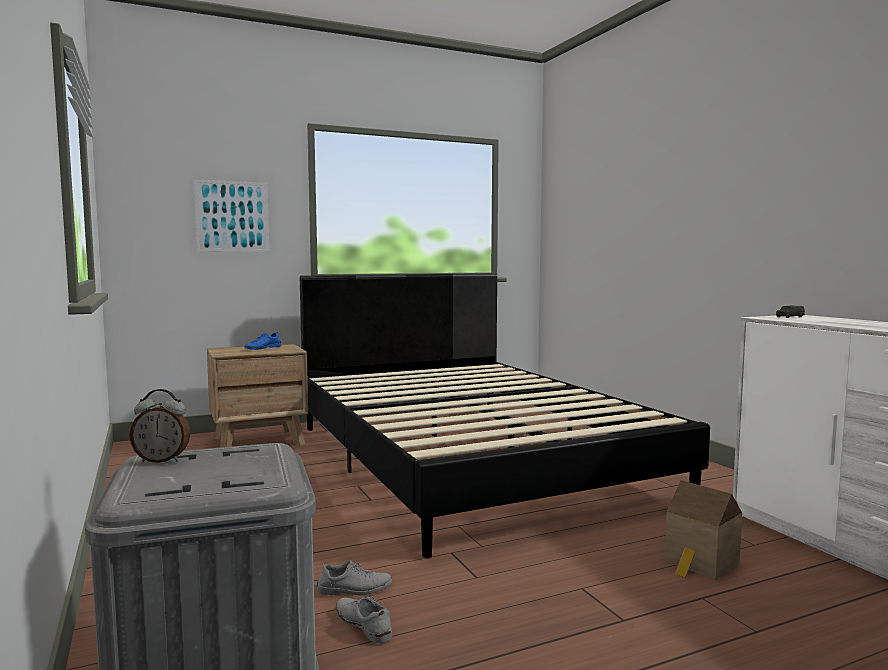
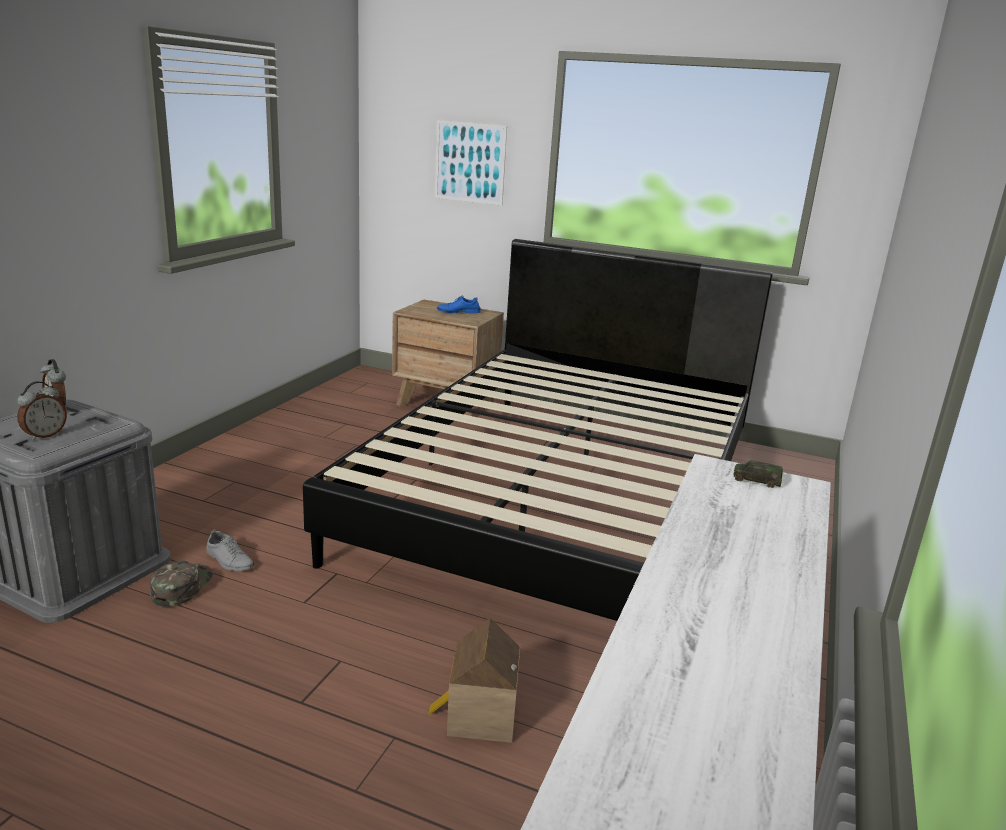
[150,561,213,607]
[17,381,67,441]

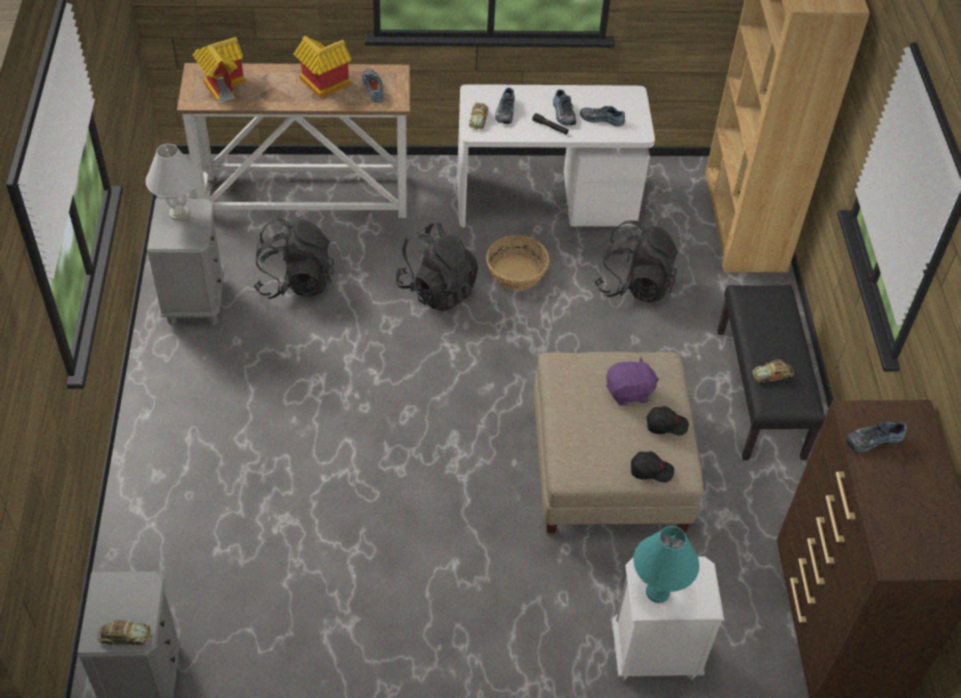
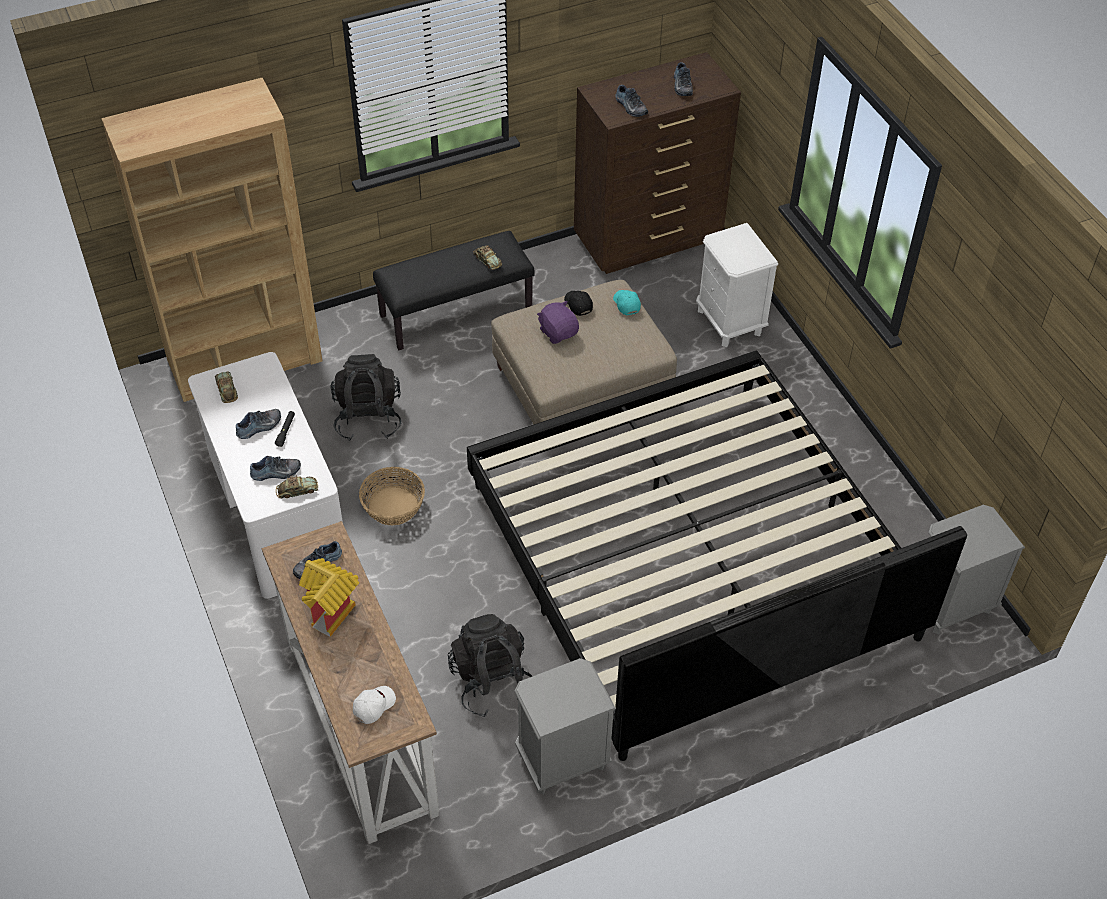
[353,686,396,724]
[674,62,693,96]
[146,144,200,221] (first image)
[395,222,478,311] (first image)
[613,290,641,315]
[633,526,699,603] (first image)
[215,371,238,403]
[467,351,967,761]

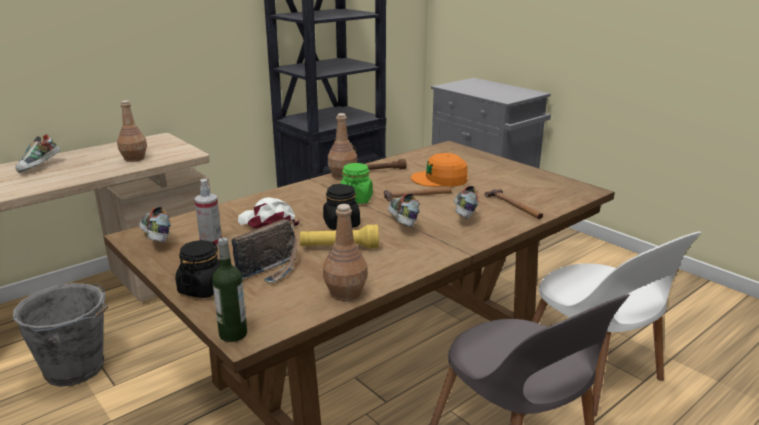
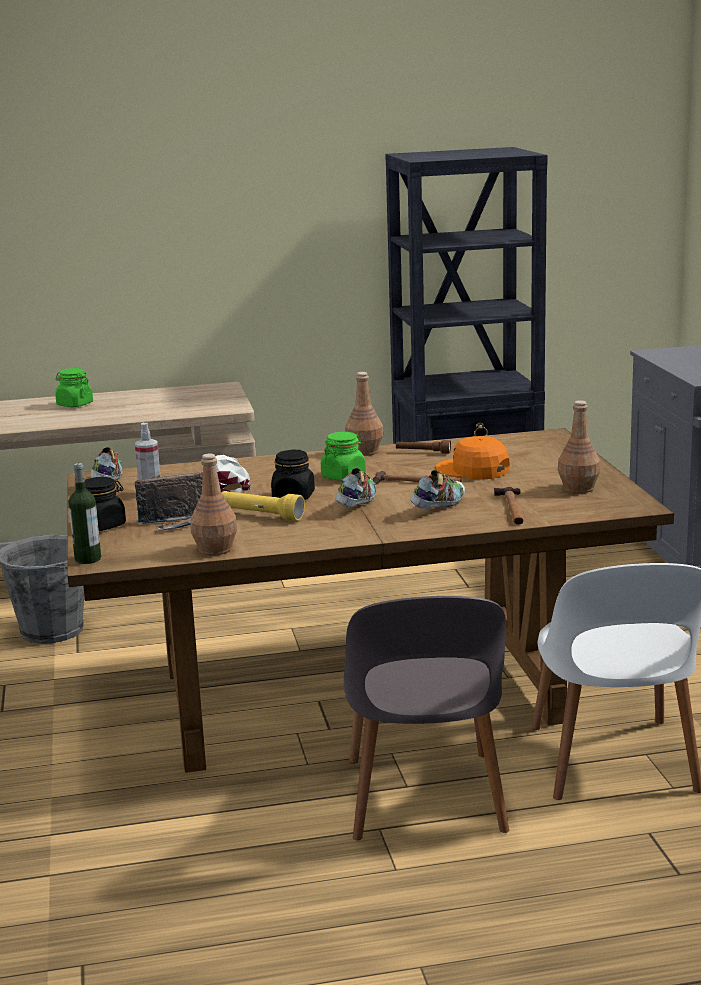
[558,400,601,493]
[55,368,93,407]

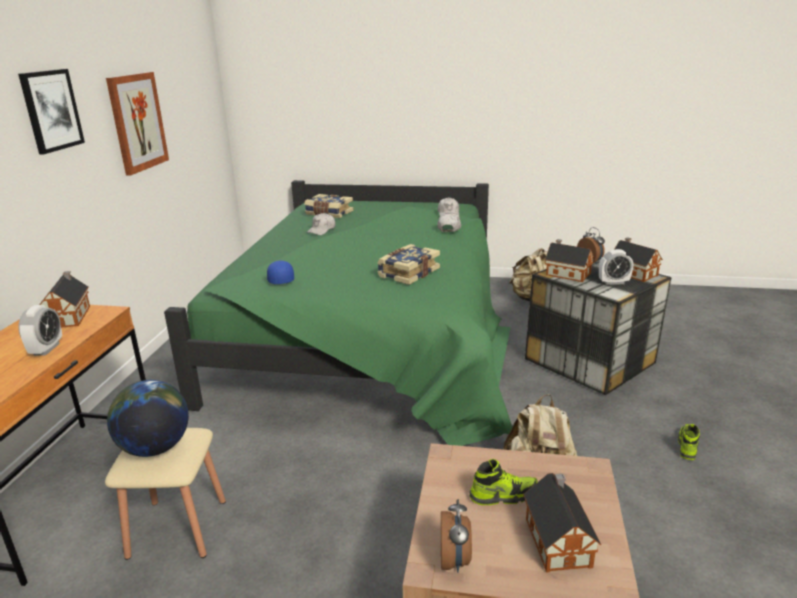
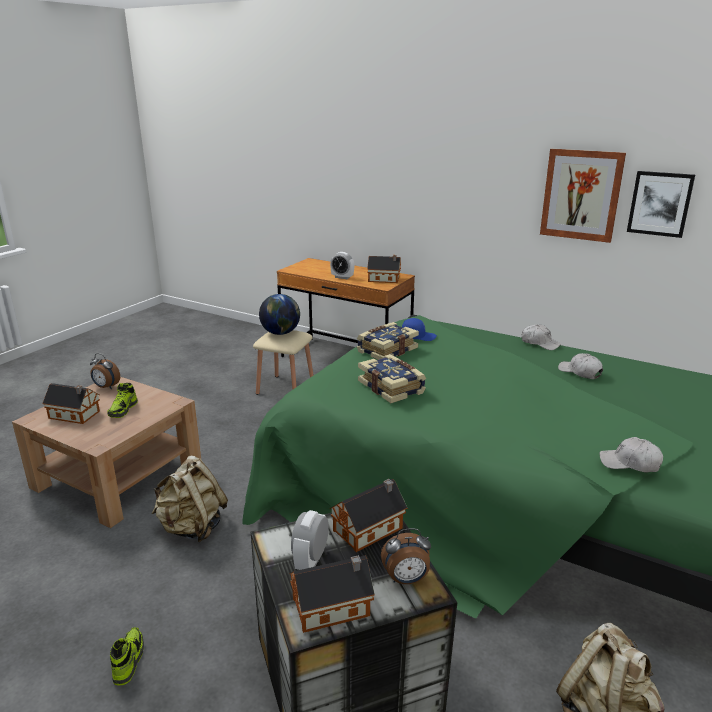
[627,171,695,238]
[357,322,419,360]
[522,324,561,350]
[110,627,144,685]

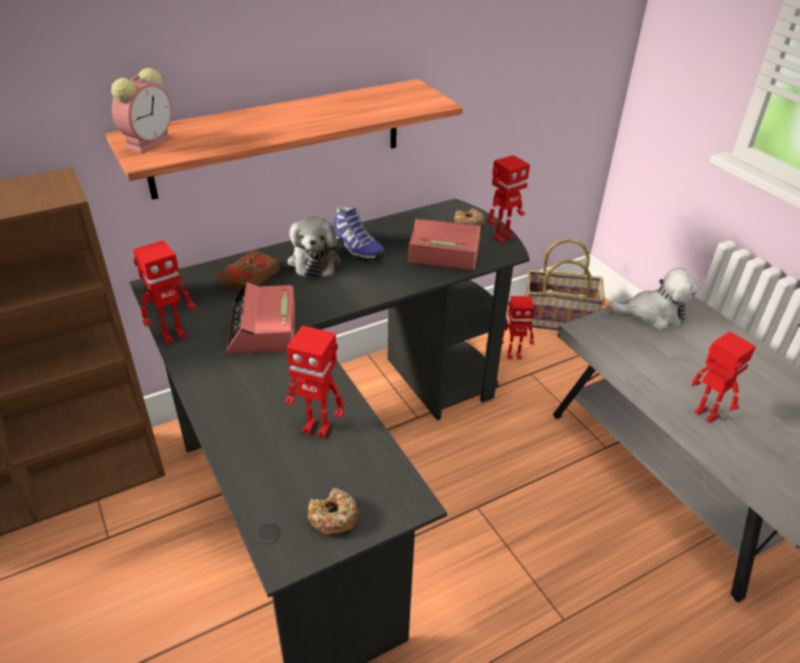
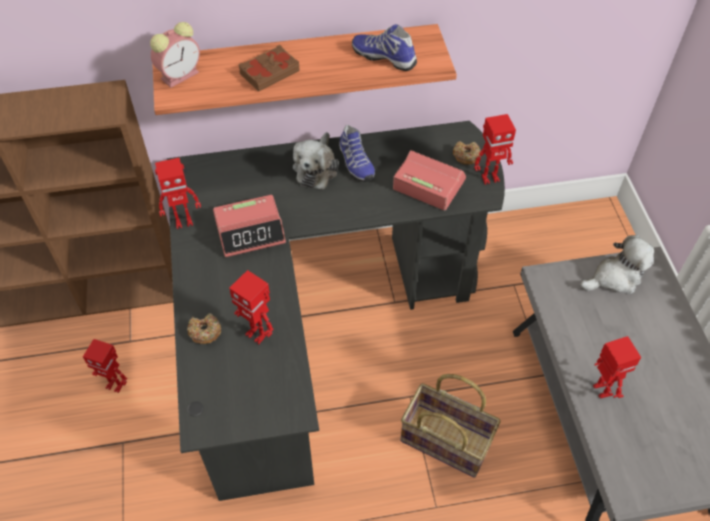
[400,374,501,478]
[238,45,300,92]
[580,235,654,294]
[213,195,286,257]
[83,339,127,393]
[187,313,221,344]
[352,24,417,71]

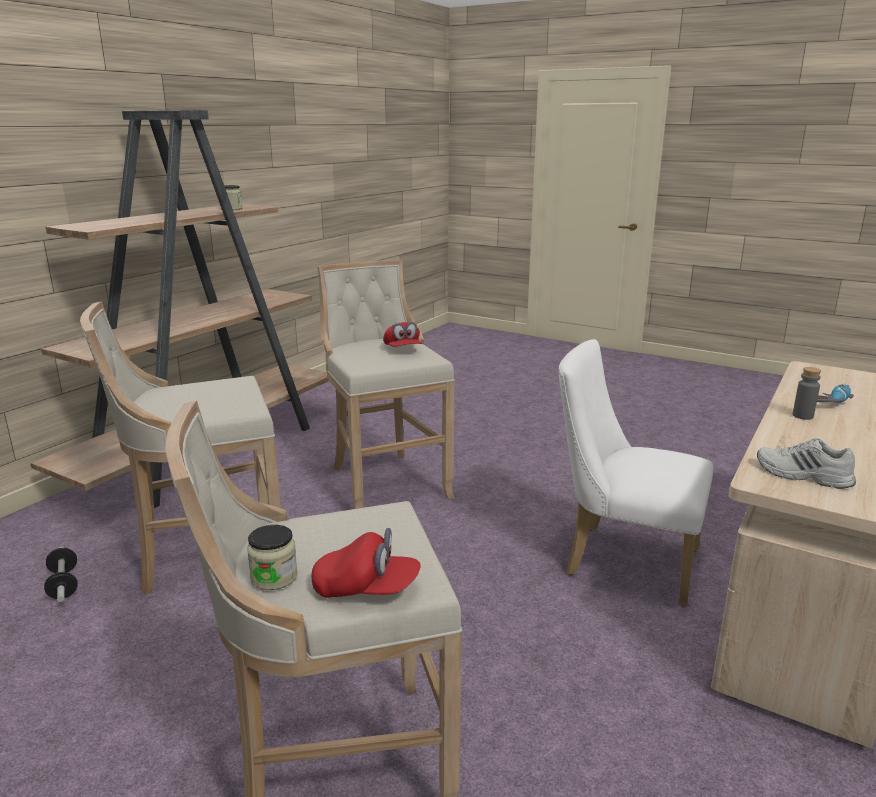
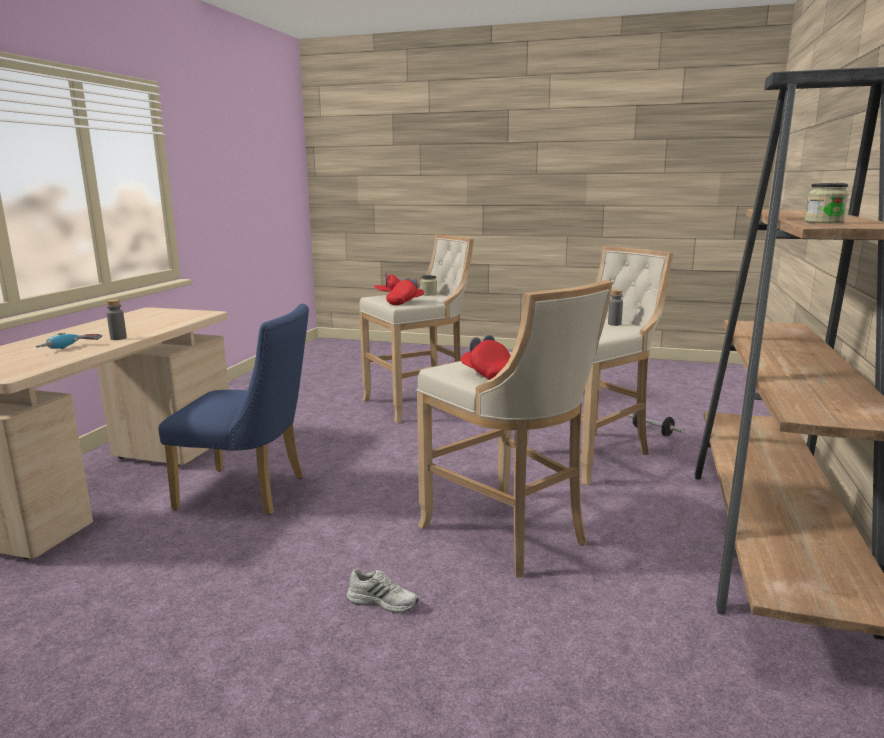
[159,304,309,515]
[346,568,418,613]
[386,277,424,305]
[608,290,623,326]

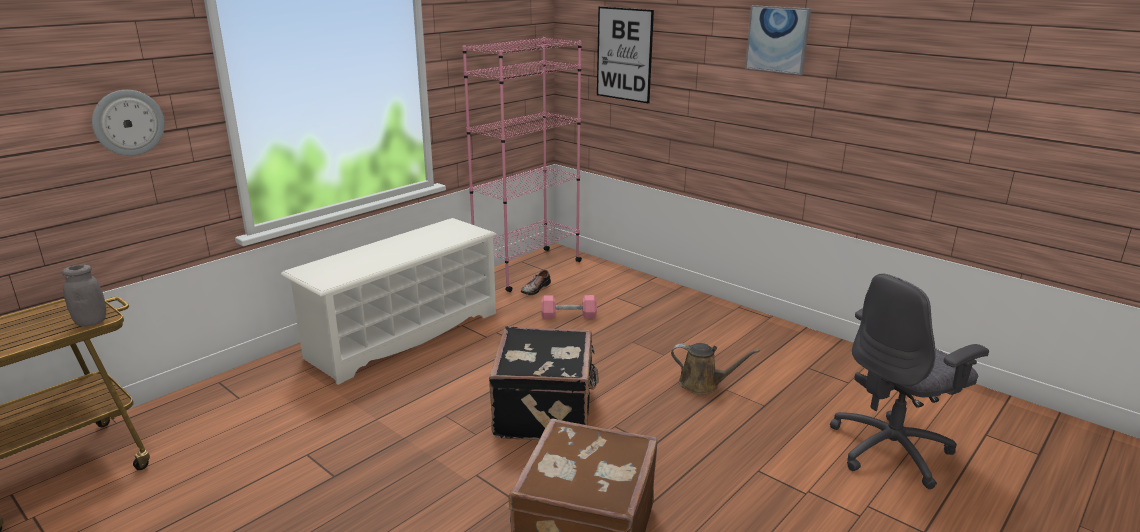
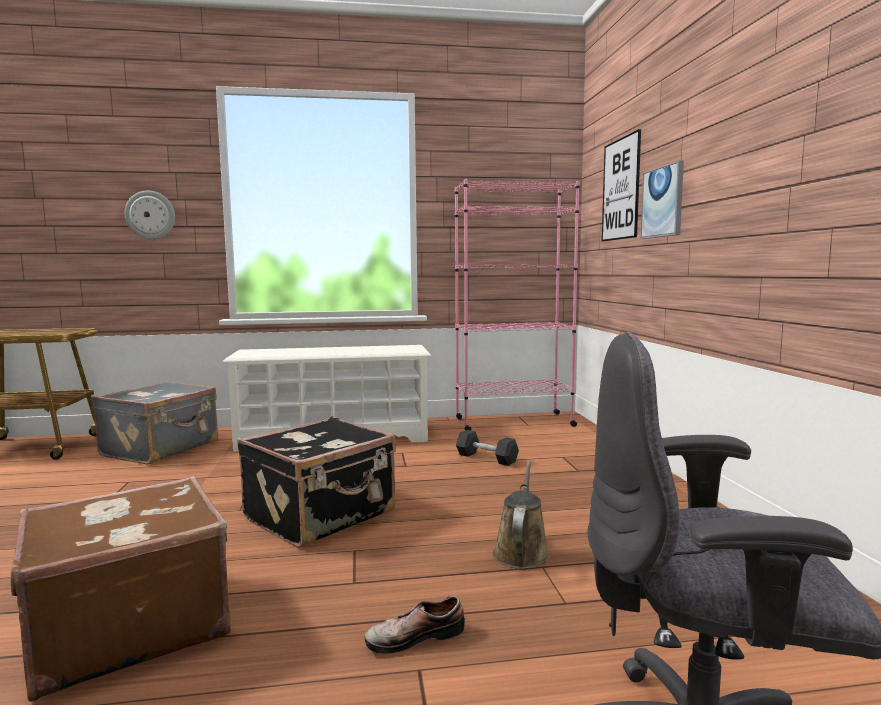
[640,160,684,239]
[62,265,106,327] (first image)
[365,596,465,654]
[456,430,519,466]
[493,460,550,569]
[91,381,218,465]

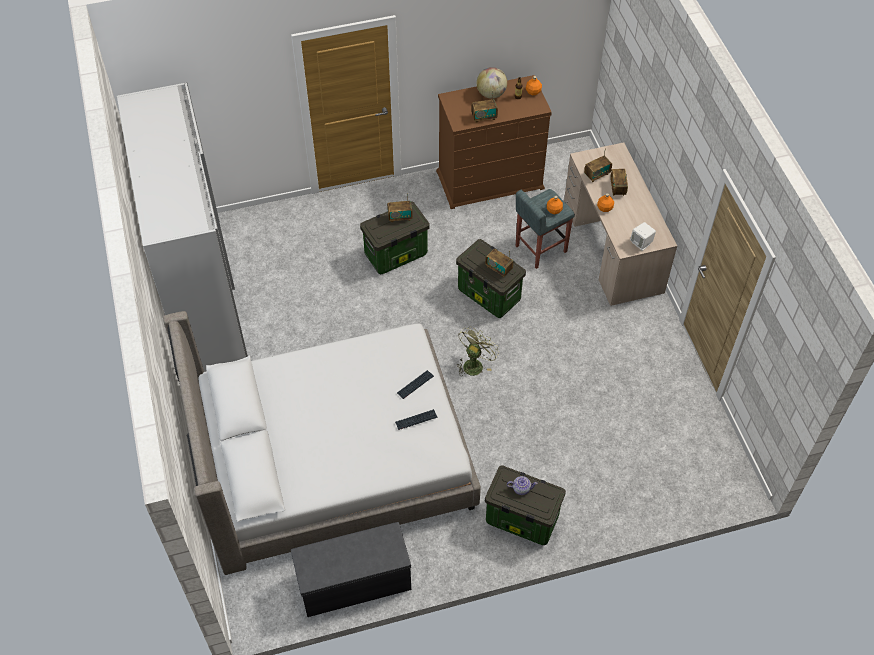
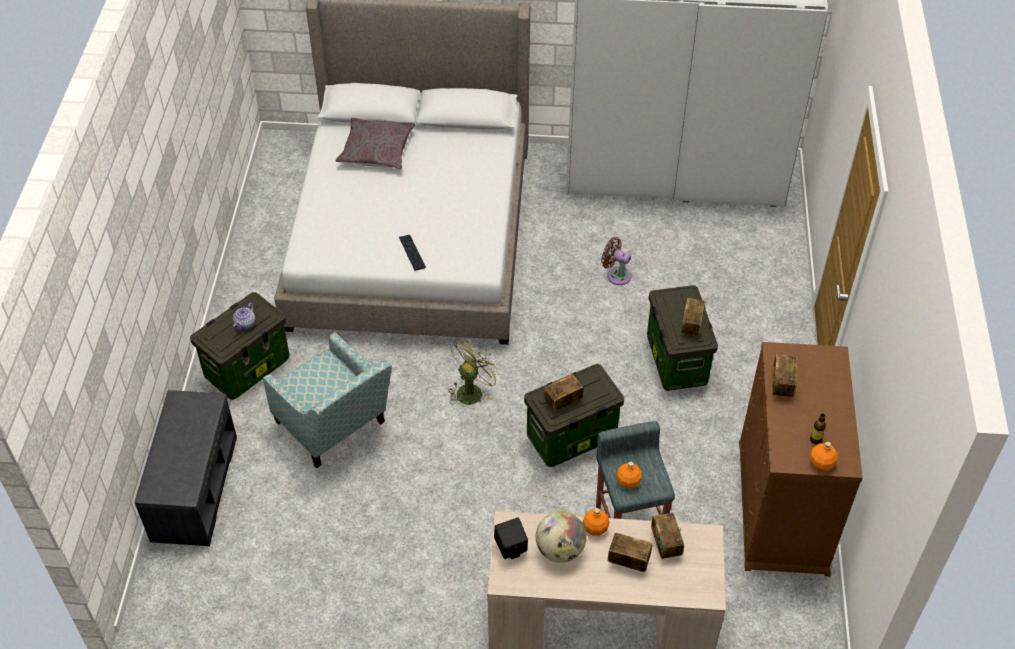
[536,511,587,563]
[494,517,528,559]
[448,338,502,405]
[395,409,438,430] (first image)
[135,390,237,546]
[336,118,415,169]
[601,237,631,285]
[263,332,392,468]

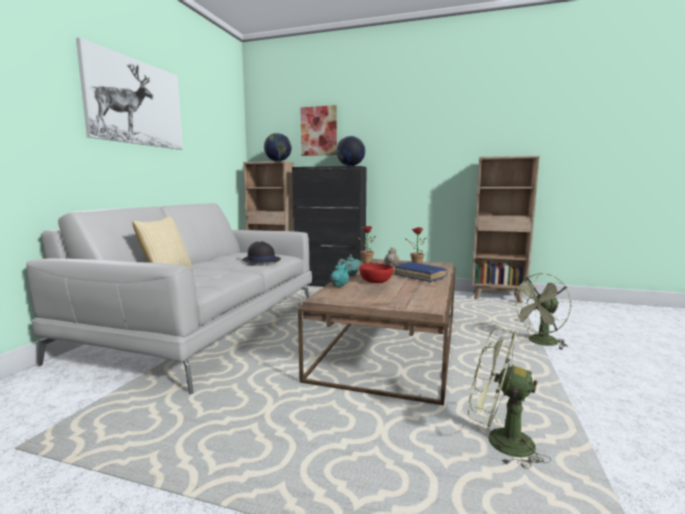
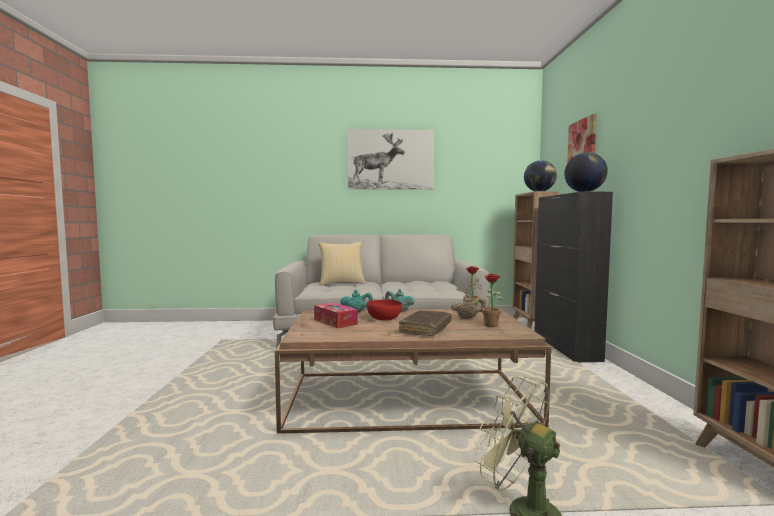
[242,241,281,263] (first image)
[399,310,452,336]
[468,327,551,469] (first image)
[314,302,358,328]

